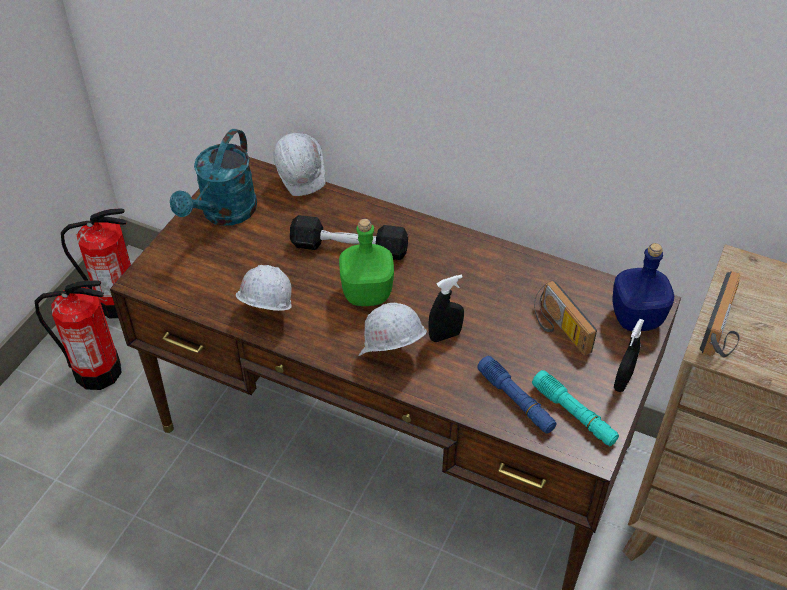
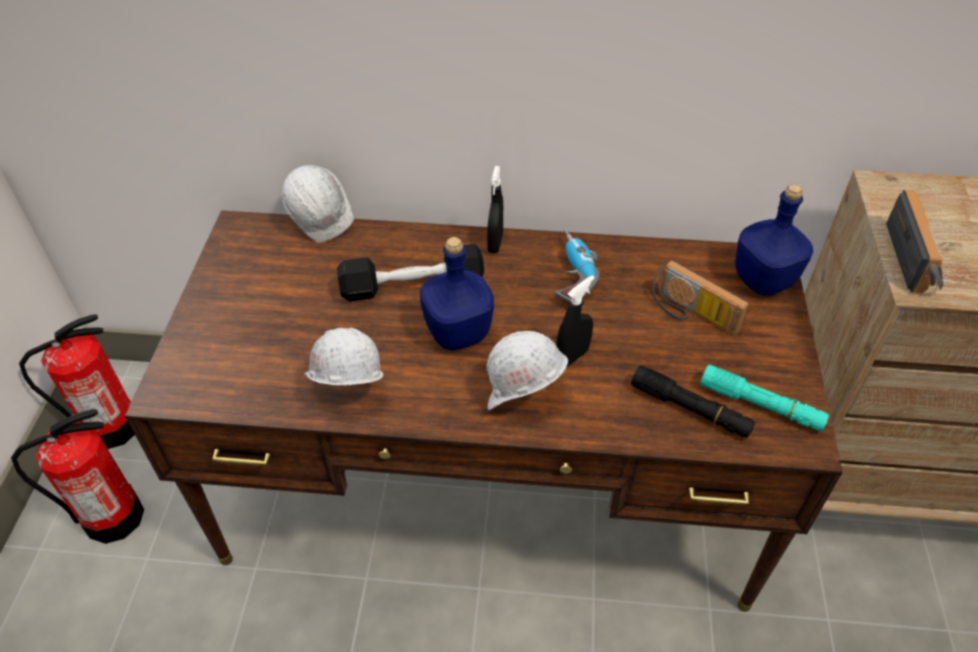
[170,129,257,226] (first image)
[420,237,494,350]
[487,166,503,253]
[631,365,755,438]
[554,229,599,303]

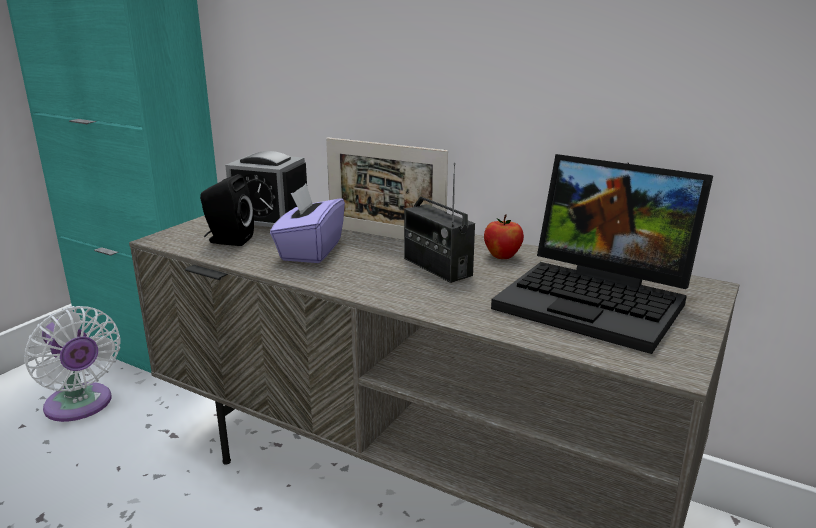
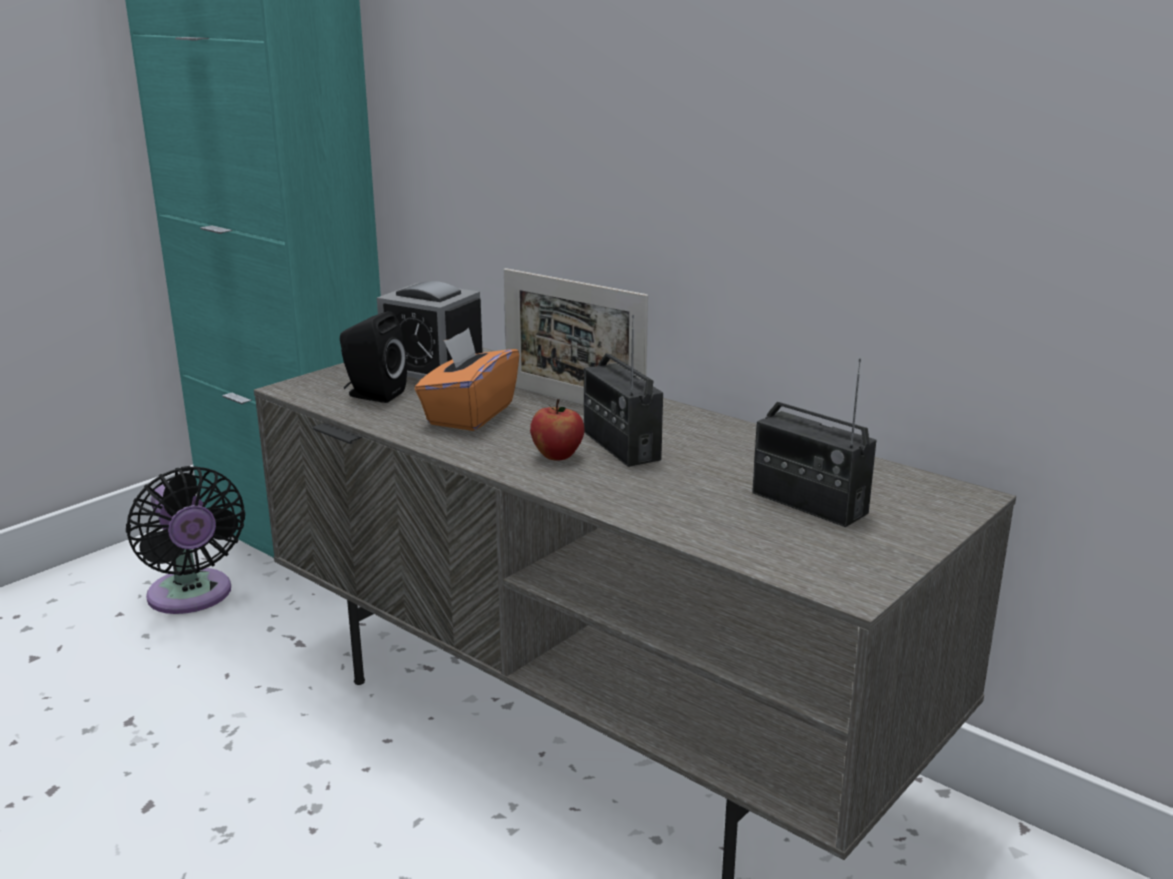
[752,358,876,527]
[415,328,520,431]
[530,399,584,461]
[126,466,245,614]

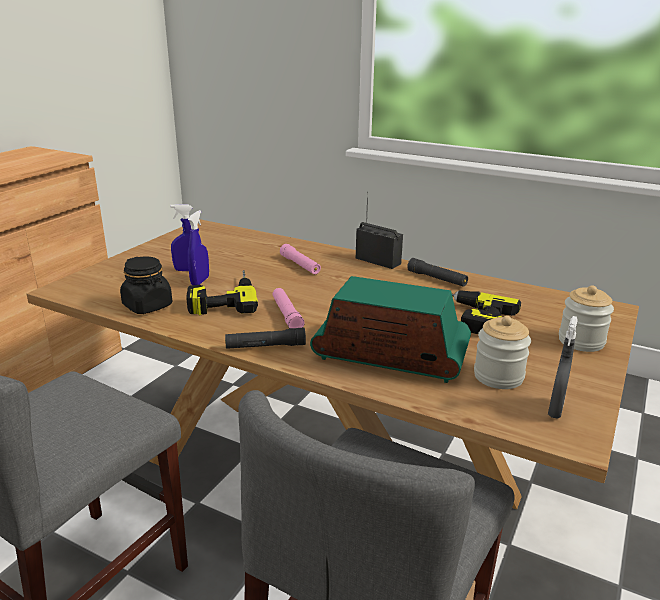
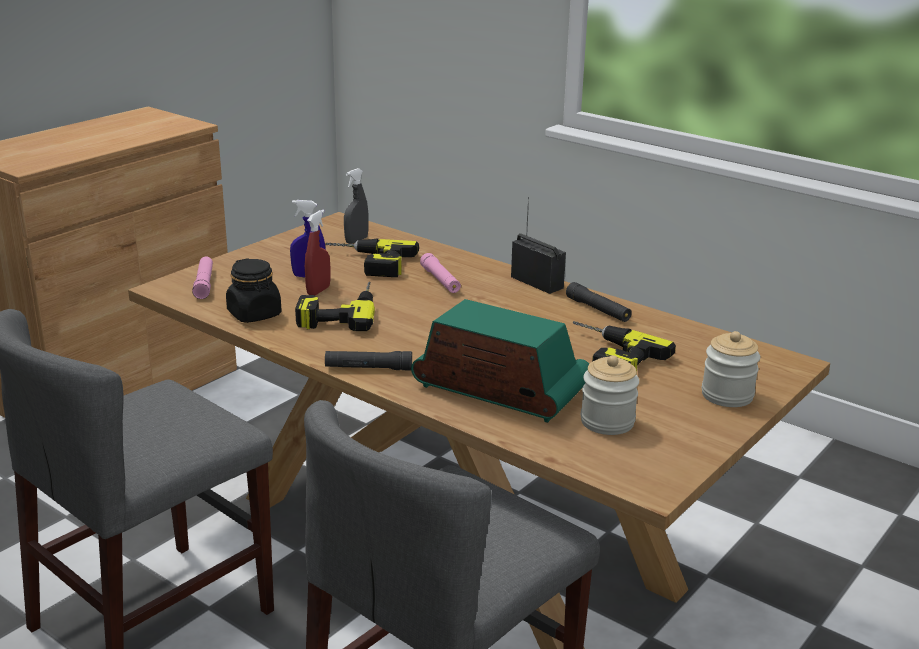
[305,210,330,296]
[192,257,213,299]
[344,168,369,244]
[326,238,419,277]

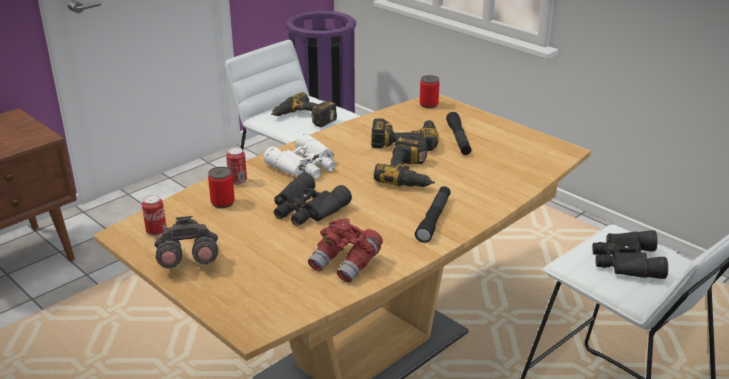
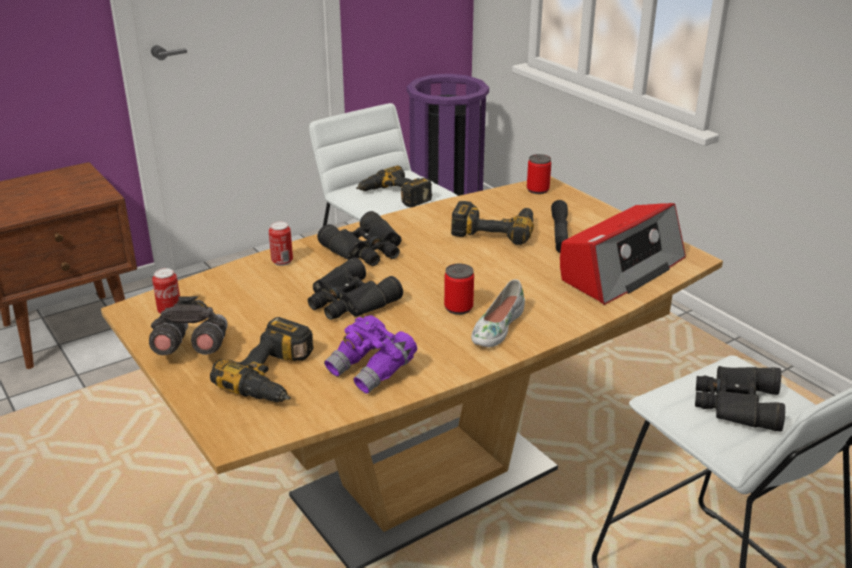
[317,211,402,266]
[210,317,314,402]
[444,264,474,315]
[471,279,525,347]
[324,315,417,394]
[560,203,686,305]

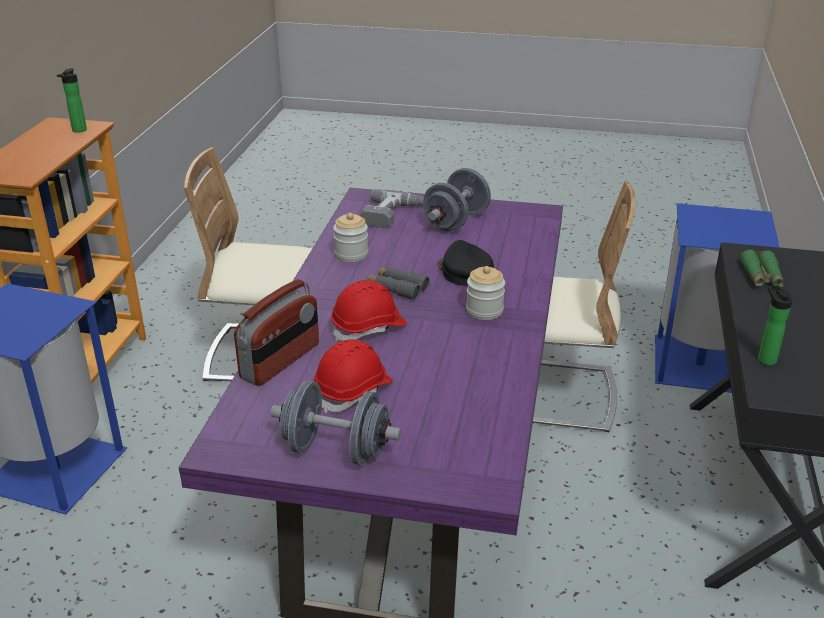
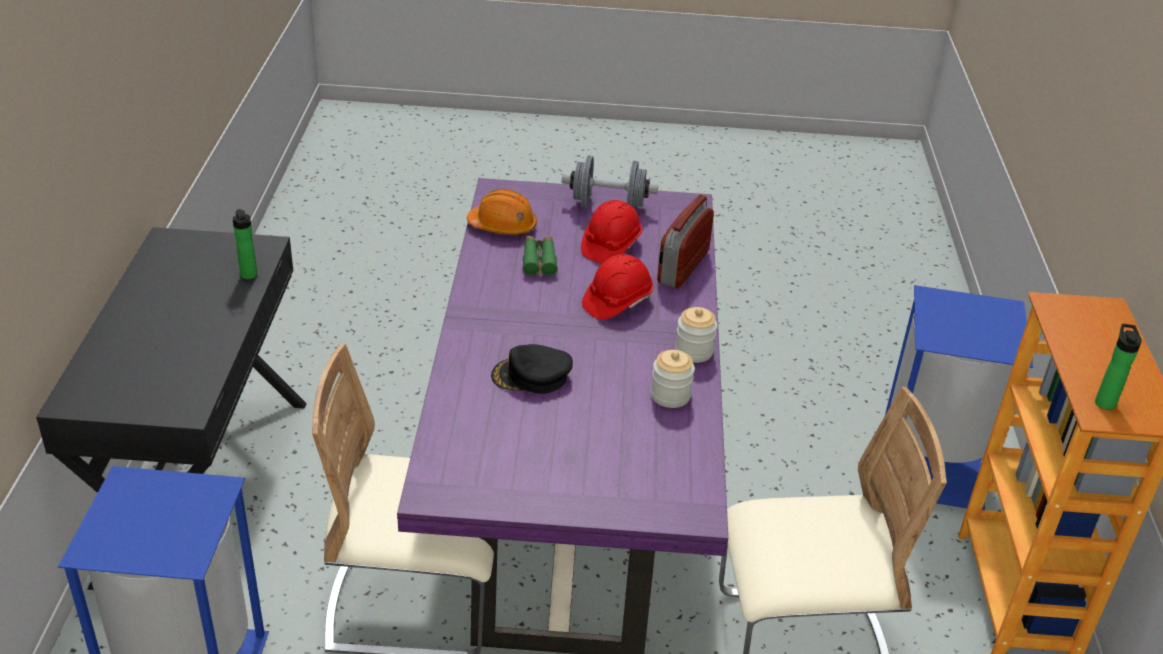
[423,168,491,232] (first image)
[360,189,424,228] (first image)
[491,344,573,394]
[523,235,558,276]
[366,266,430,300] (first image)
[675,307,717,363]
[467,189,537,235]

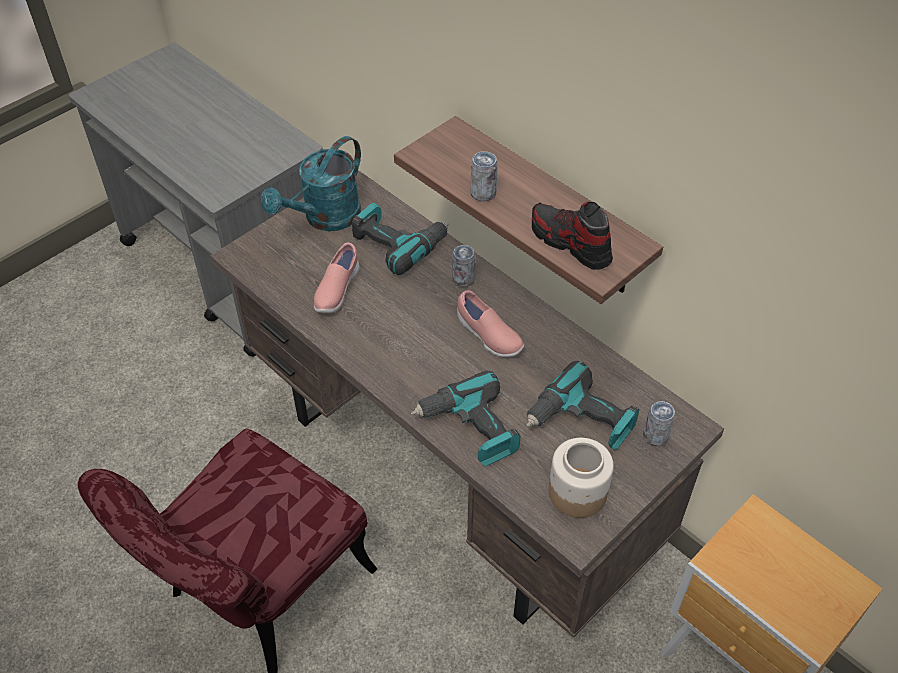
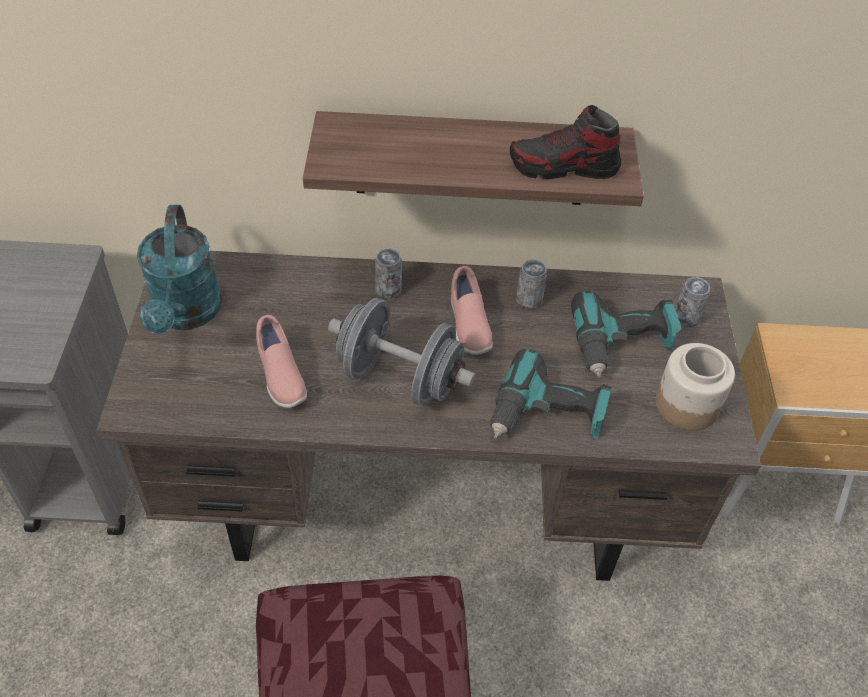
[516,259,547,309]
[352,202,450,275] (first image)
[451,266,493,355]
[328,298,476,407]

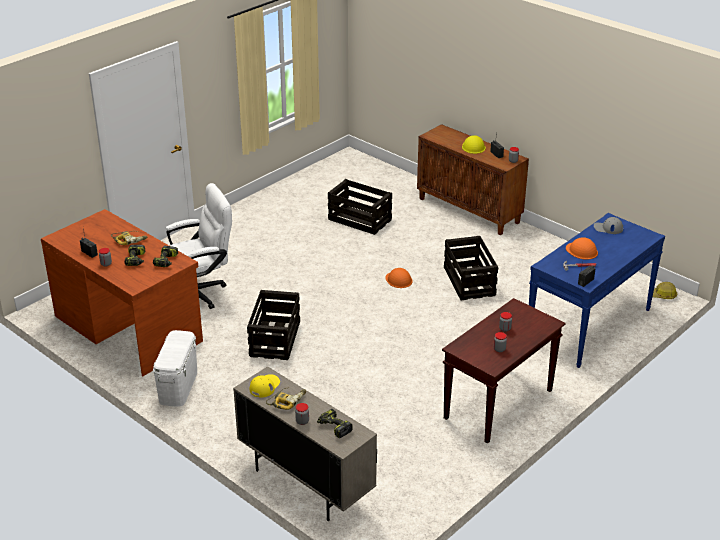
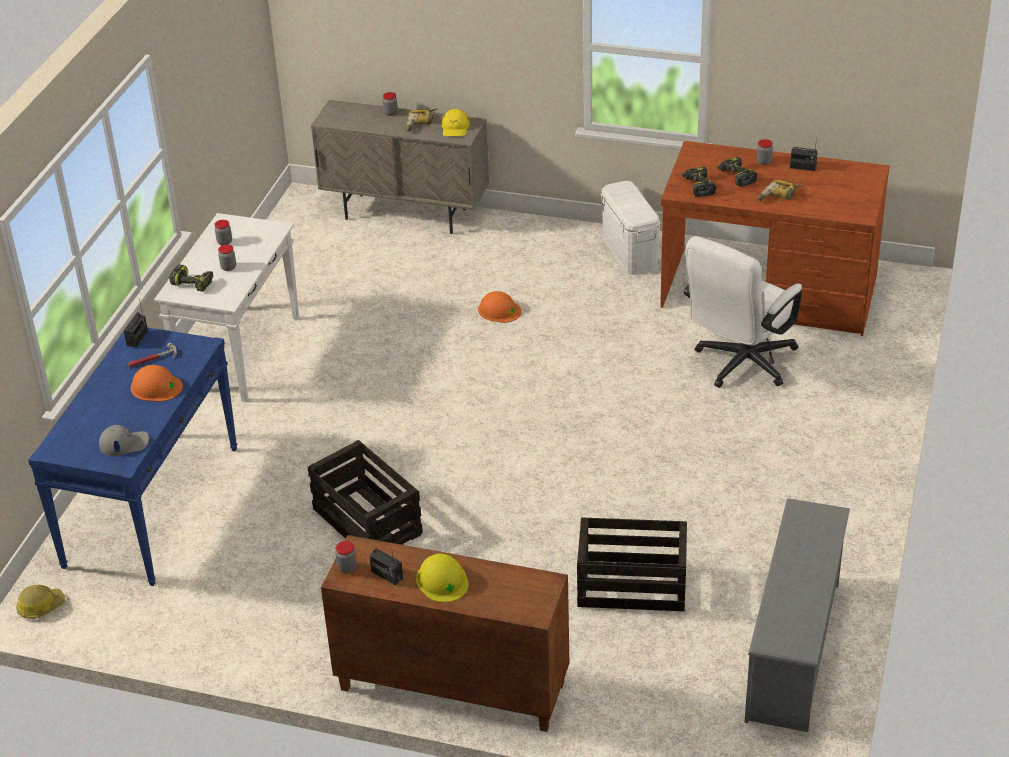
[478,291,522,323]
[247,290,300,360] (first image)
[154,213,299,402]
[169,264,213,292]
[744,498,850,732]

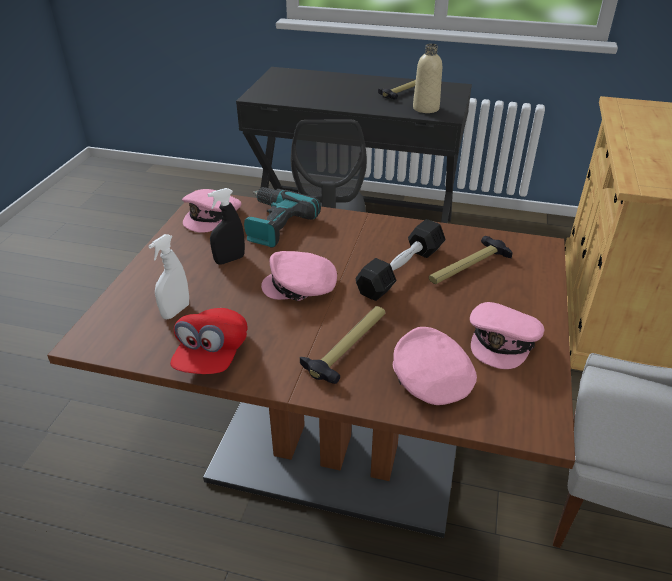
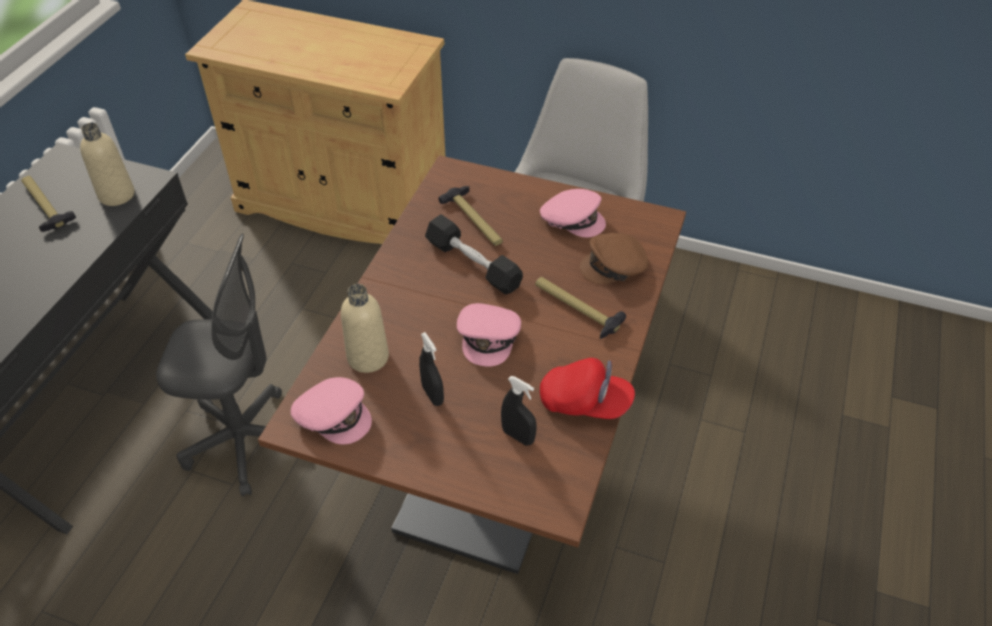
[341,284,389,373]
[501,376,537,446]
[580,233,648,284]

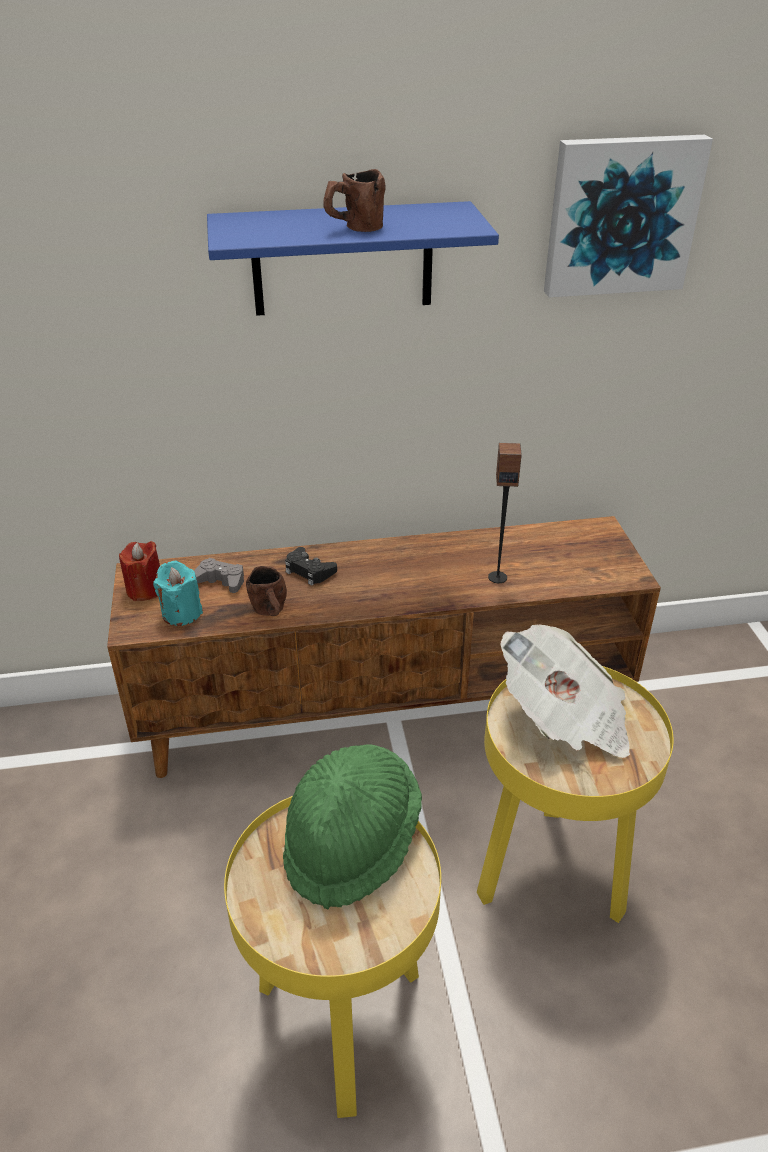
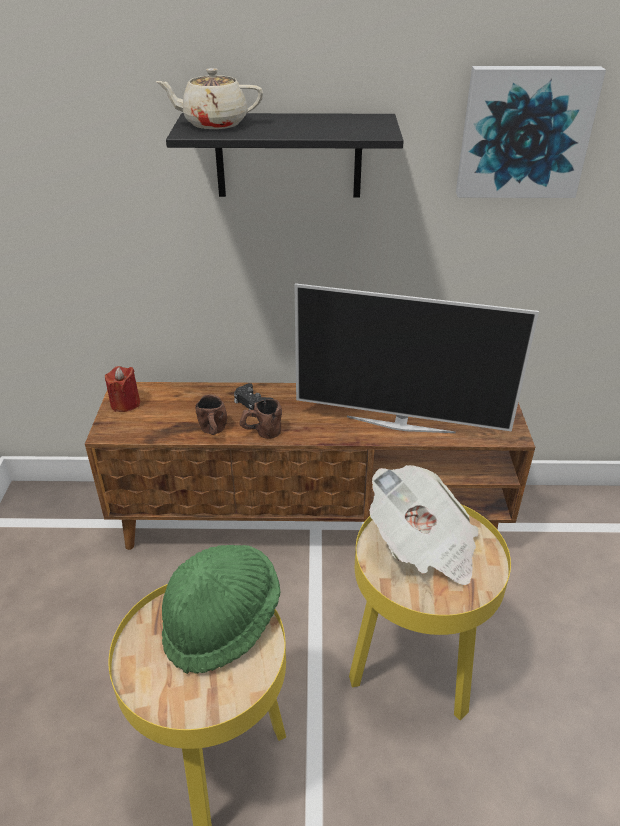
[240,399,282,439]
[166,113,404,197]
[294,283,539,433]
[194,558,244,593] (first image)
[153,561,203,626] (first image)
[155,68,263,129]

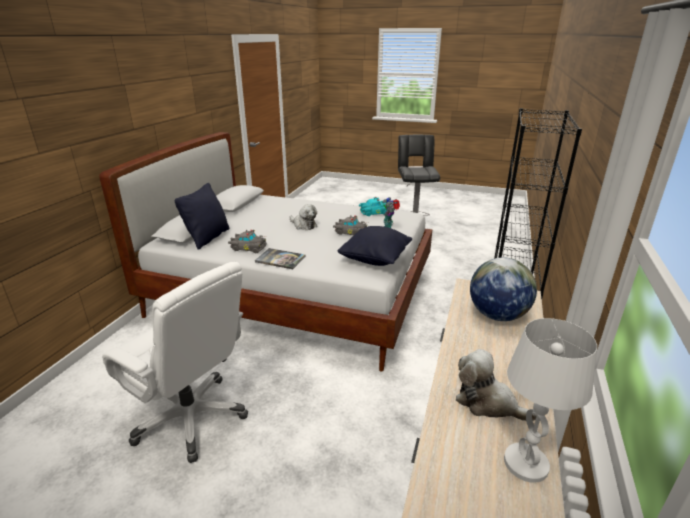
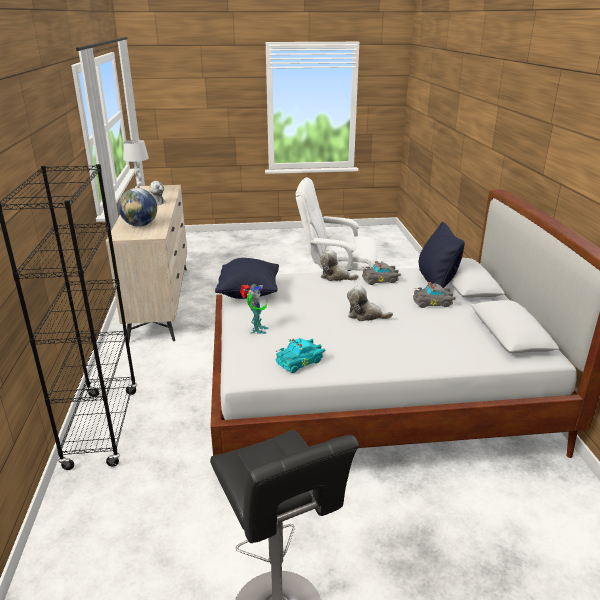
[413,282,456,308]
[320,250,358,281]

